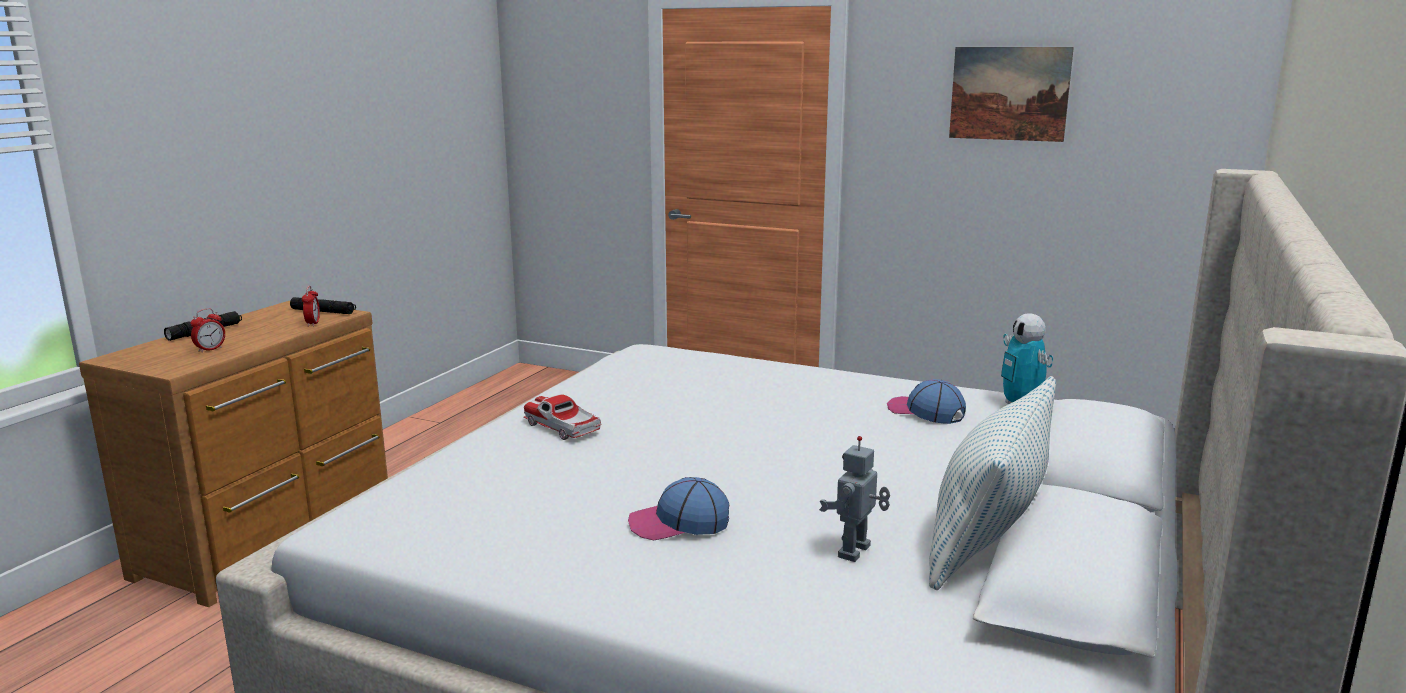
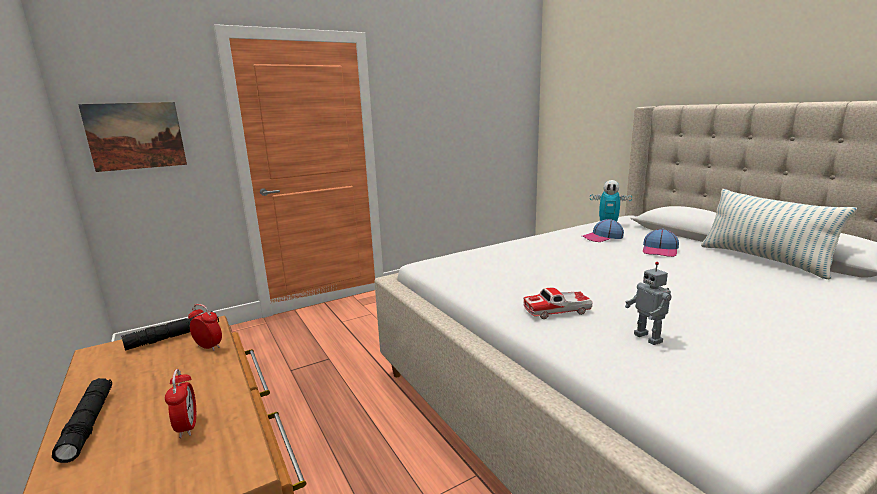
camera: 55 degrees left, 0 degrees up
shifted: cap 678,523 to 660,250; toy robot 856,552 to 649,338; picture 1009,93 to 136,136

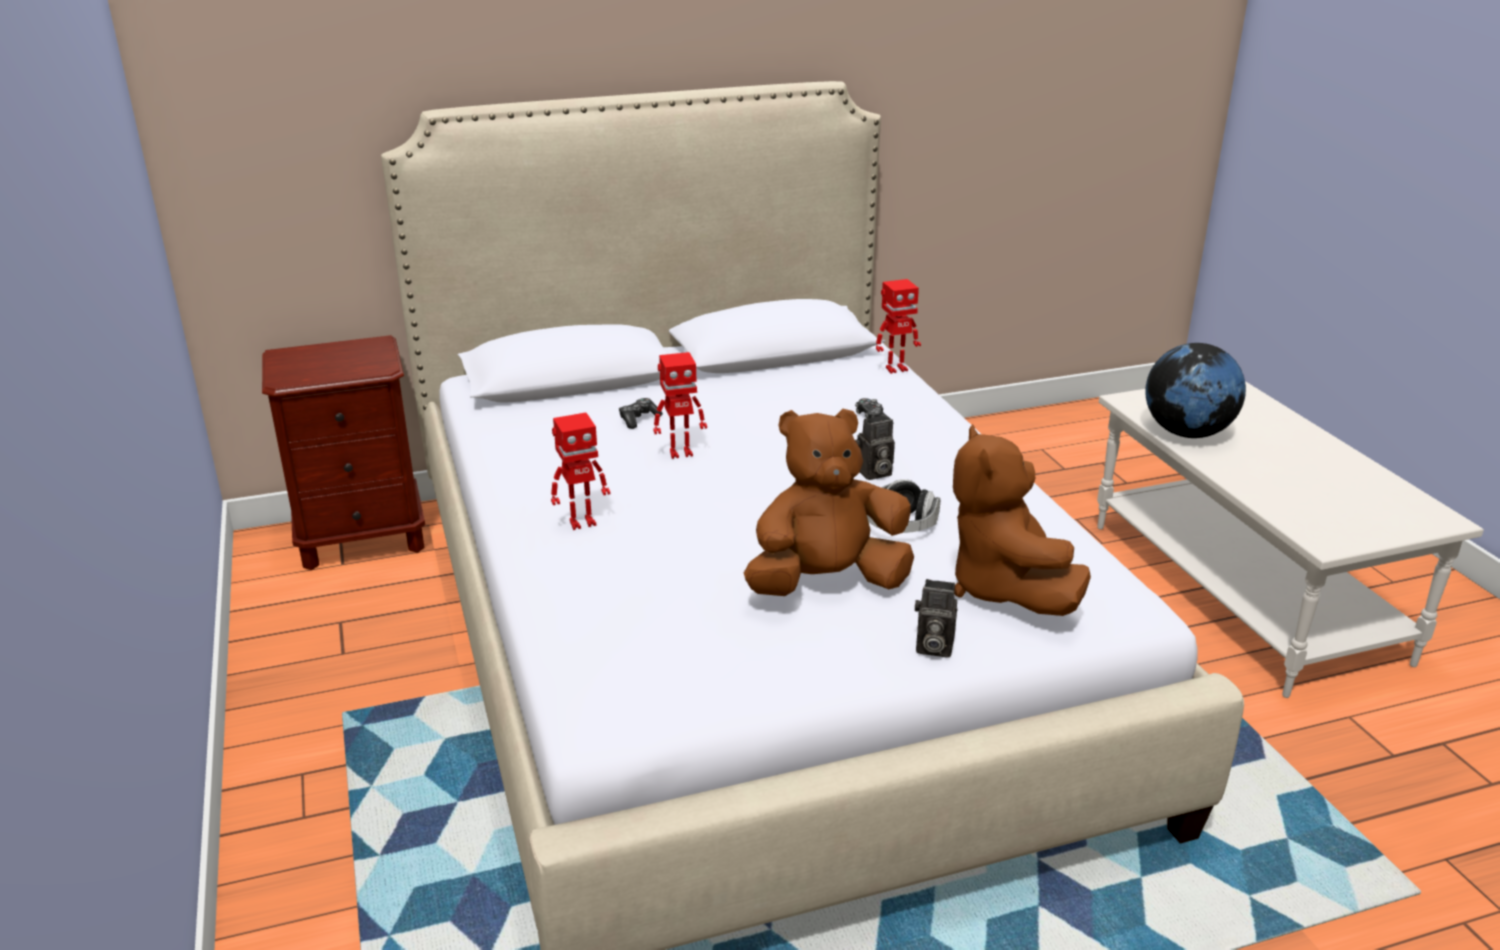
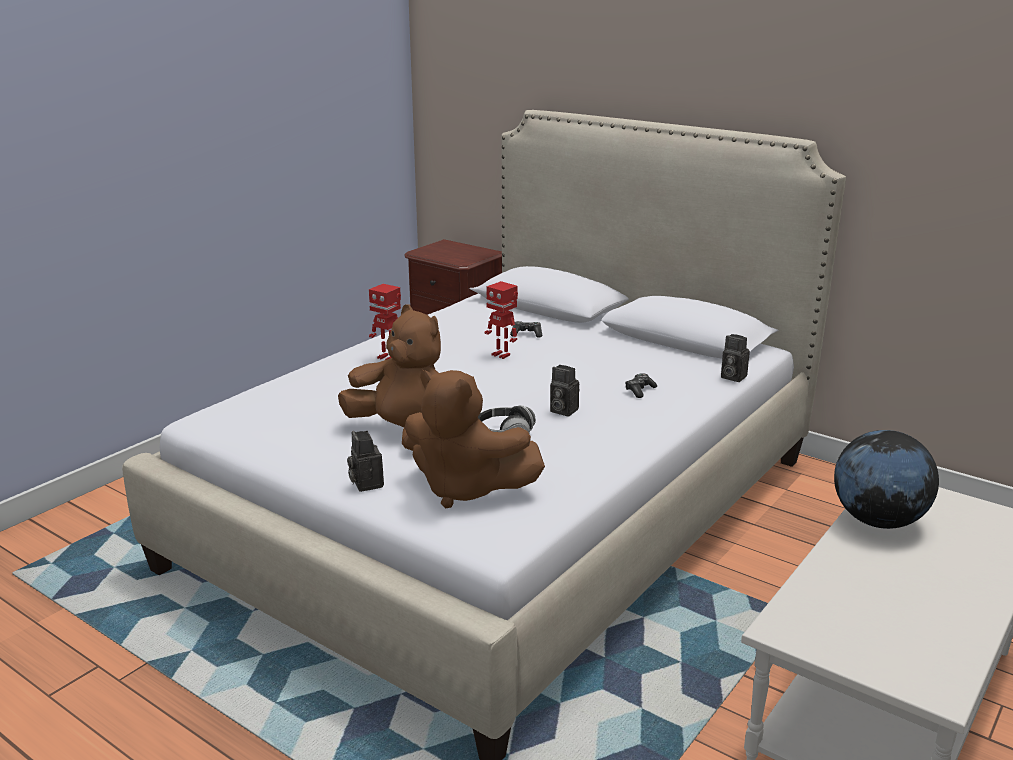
camera: 55 degrees right, 5 degrees down
swapped: toy robot 895,369 to photo camera 731,377
rotated: plush toy in brown 1004,589 = 466,489 105 degrees counterclockwise

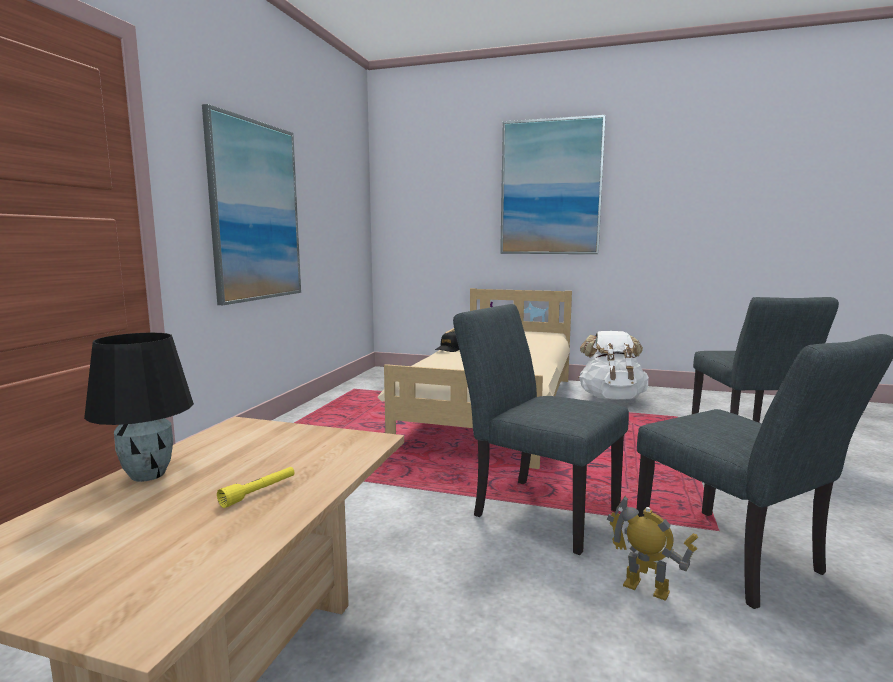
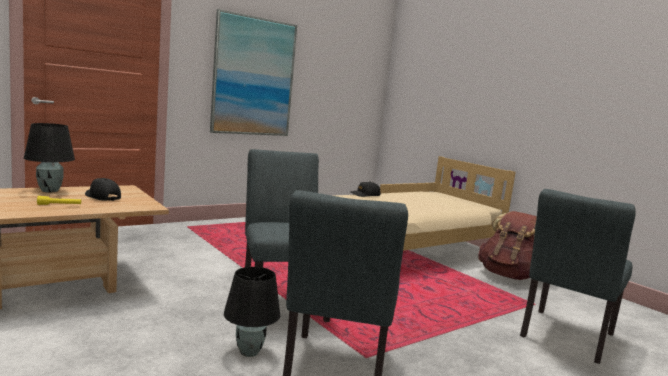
camera: 35 degrees right, 0 degrees up
gone: picture 550,187
new: cap in black 102,197
swapped: toy robot 646,588 to table lamp in black 248,352
repainted: backpack in white 611,398 to backpack in brown 508,276

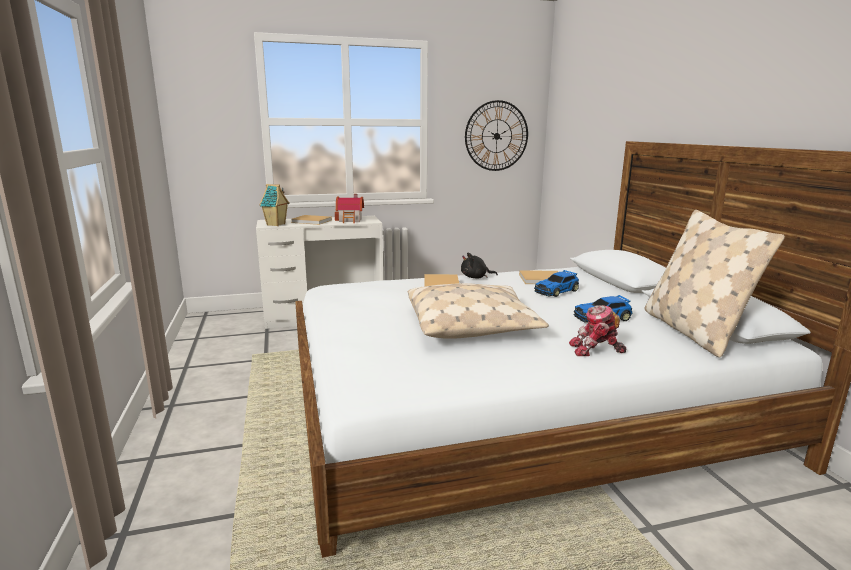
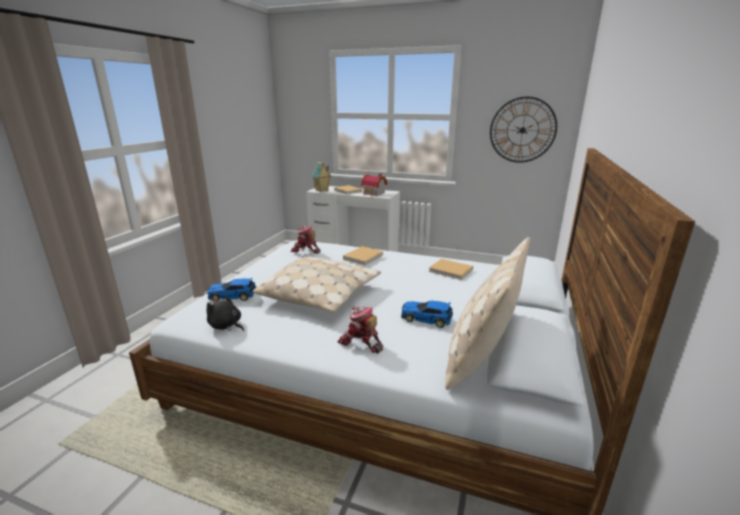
camera: 35 degrees right, 5 degrees up
new: toy robot 306,250
shifted: plush toy in black 475,277 to 226,326; toy car 557,291 to 233,296

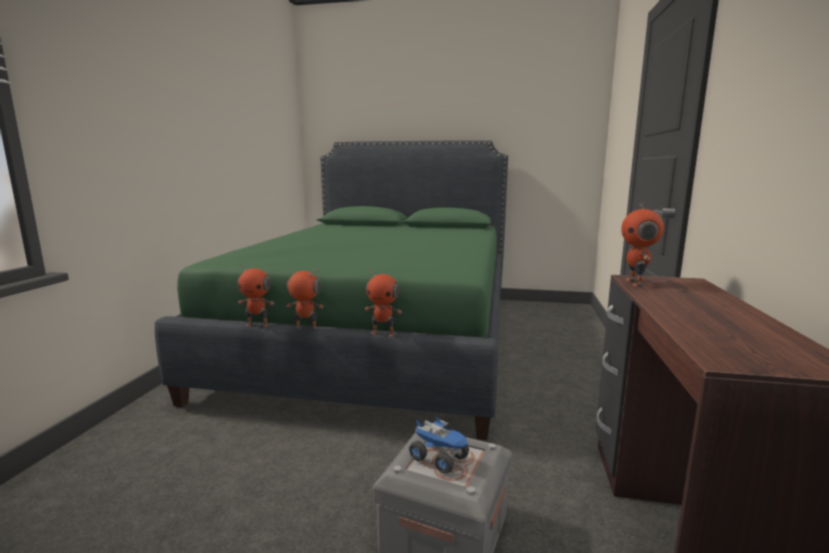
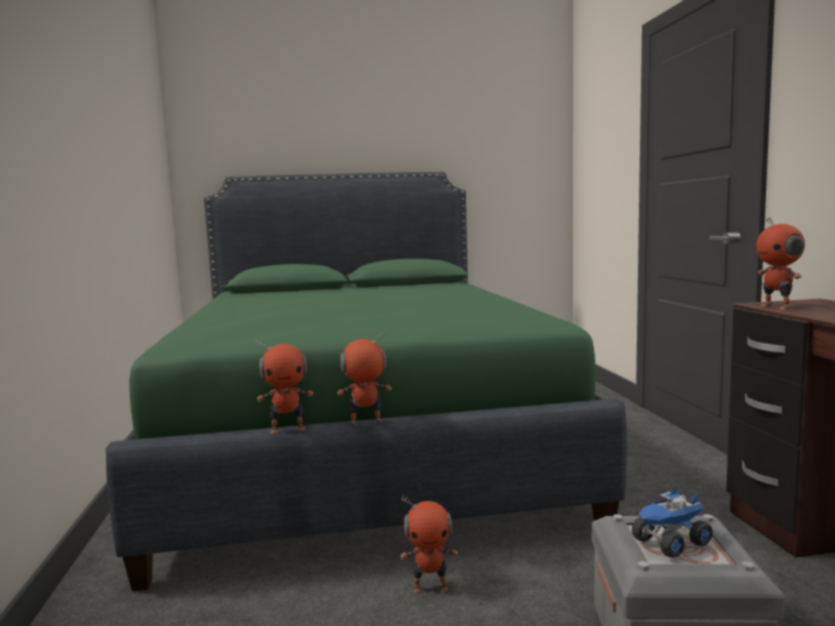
camera: 20 degrees left, 5 degrees down
shifted: toy robot 383,333 to 430,587
rotated: toy truck 440,458 = 671,543 135 degrees clockwise

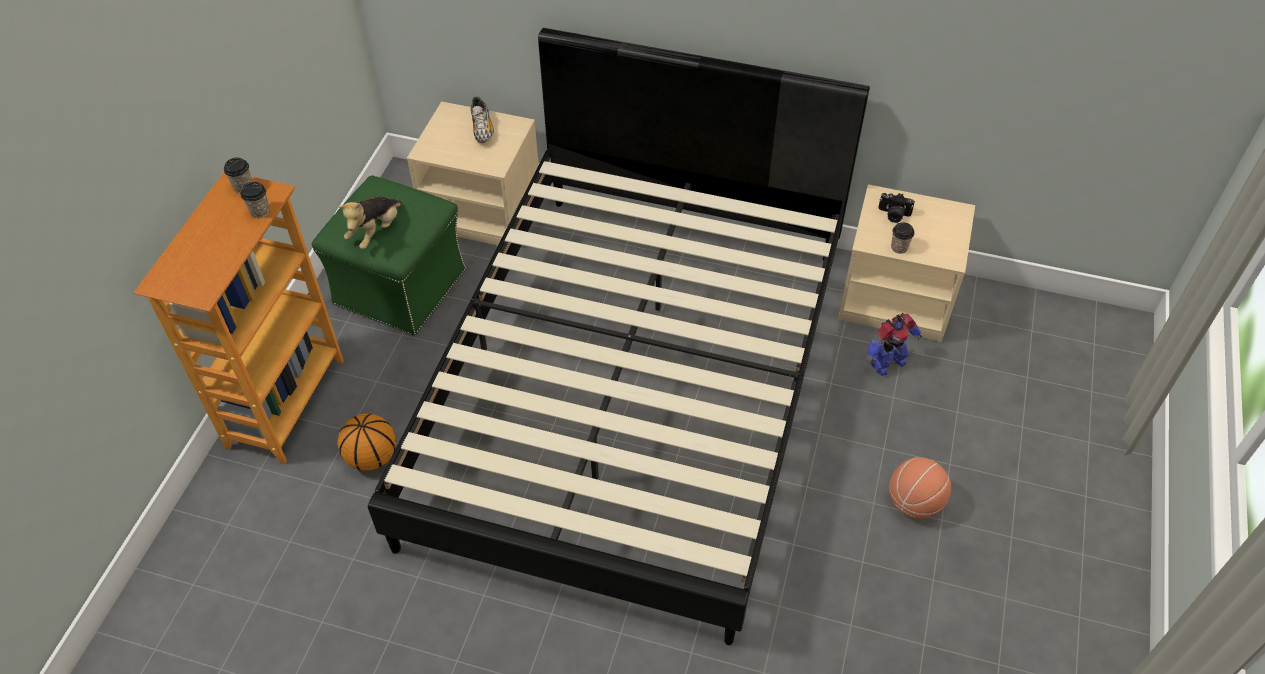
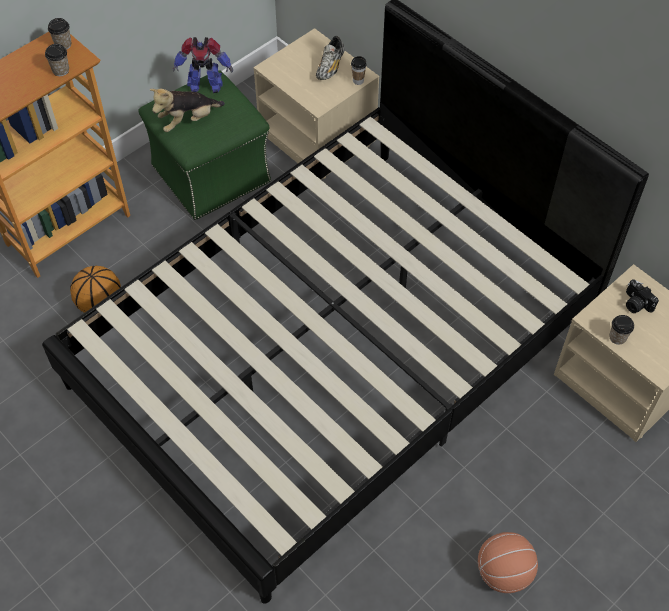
camera: 30 degrees right, 5 degrees up
new: cup 358,81
shifted: toy robot 886,363 to 205,85

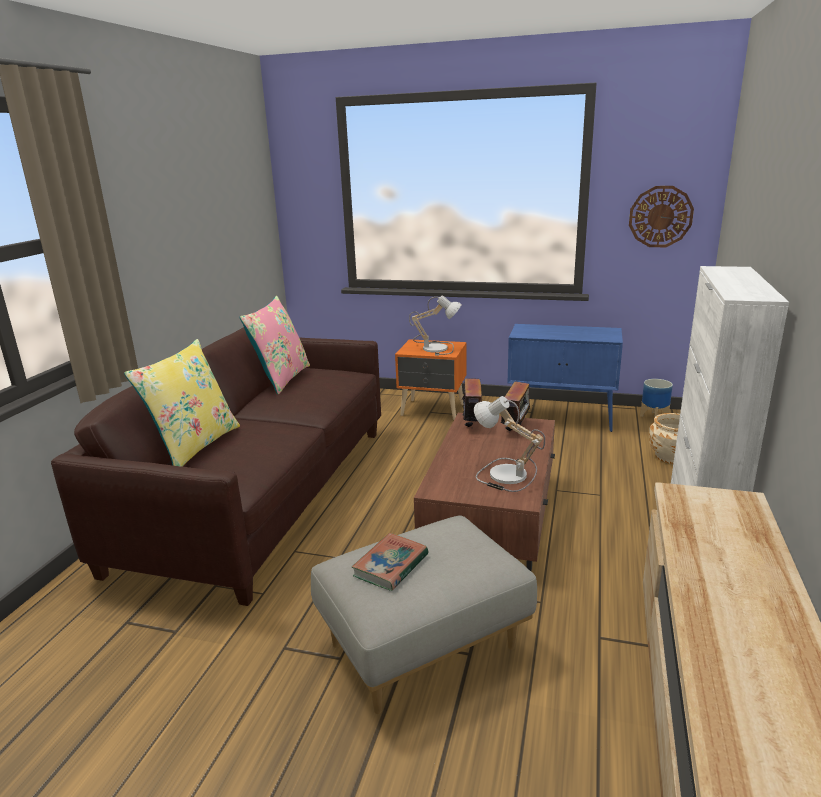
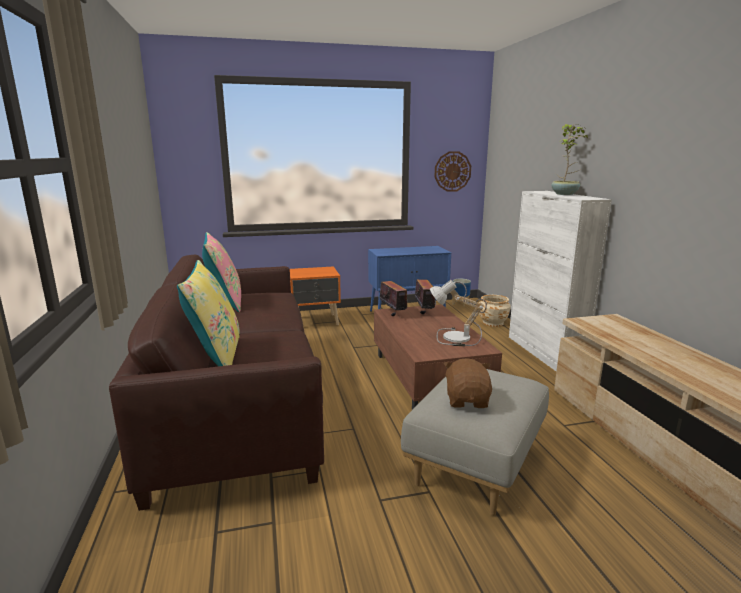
camera: 30 degrees left, 5 degrees down
gone: table lamp 437,347
new: potted plant 565,194
swapped: book 391,565 to plush toy in brown 467,400

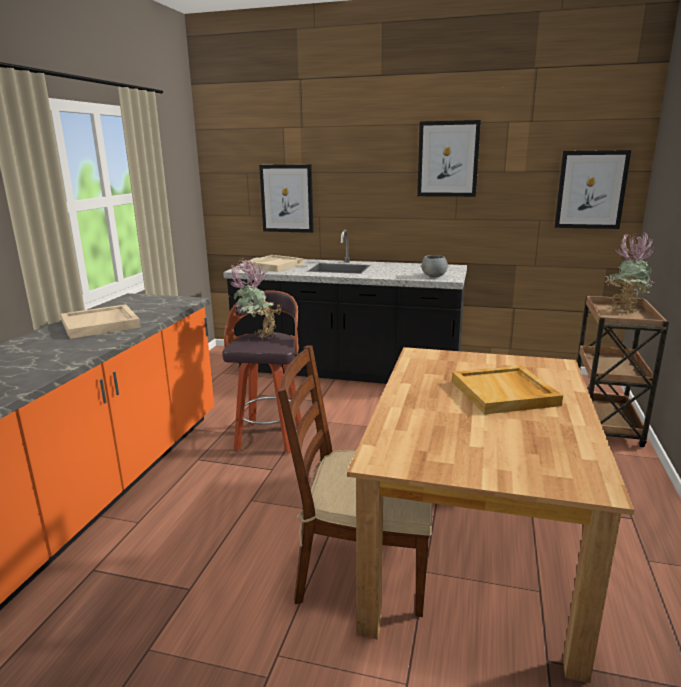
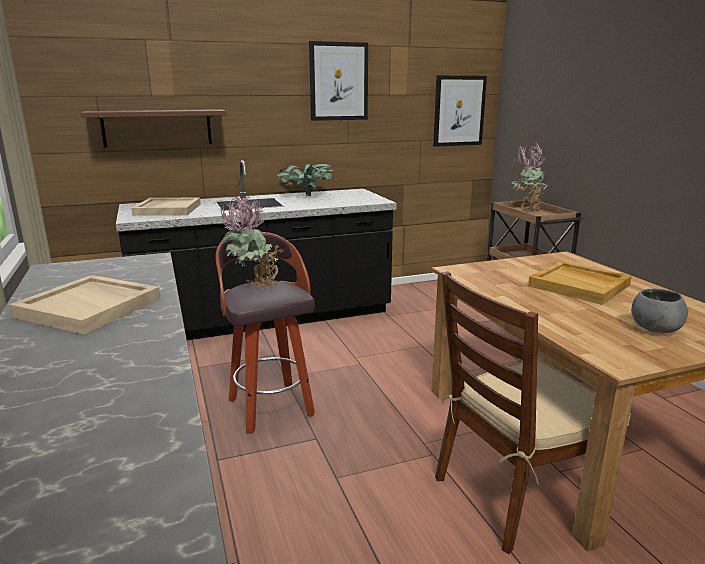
camera: 35 degrees left, 0 degrees up
new: potted plant 306,196
shifted: bowl in grey 434,276 to 655,329
swapped: picture 287,198 to shelf in brown 157,128

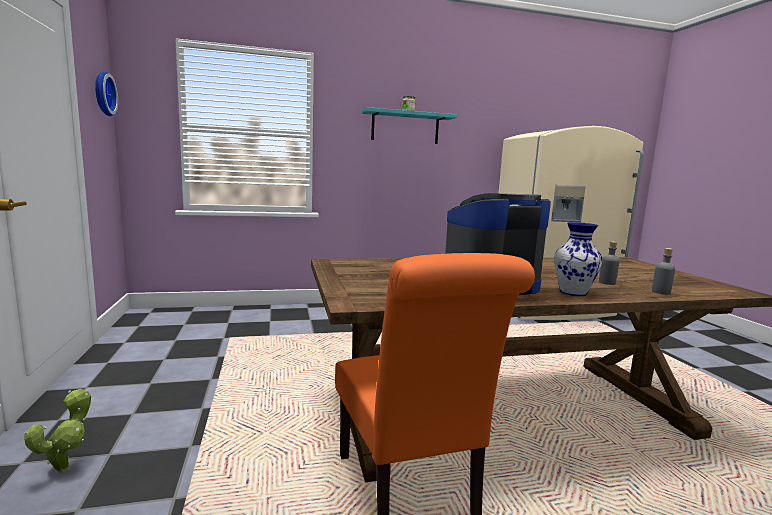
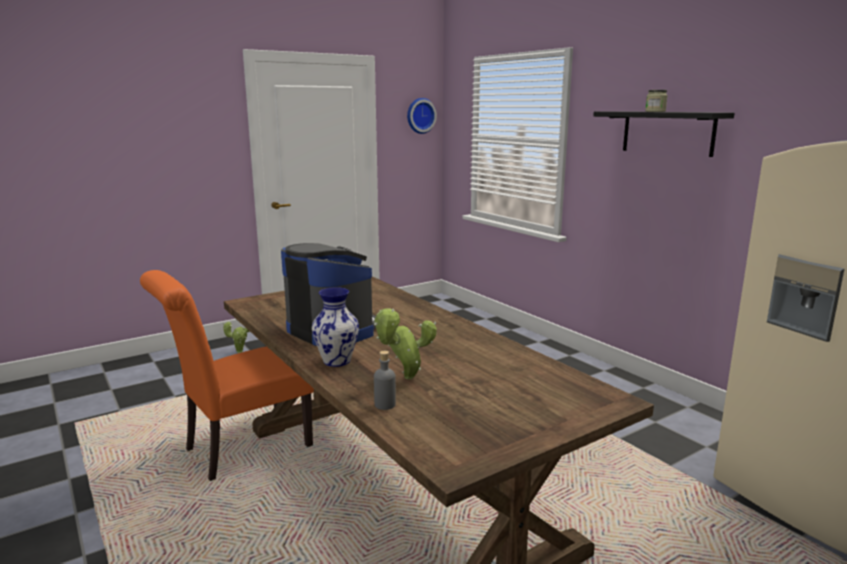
camera: 70 degrees right, 5 degrees up
swapped: bottle in grey 607,282 to potted plant 405,378
repainted: shelf in turquoise 405,127 to shelf in black 667,132

